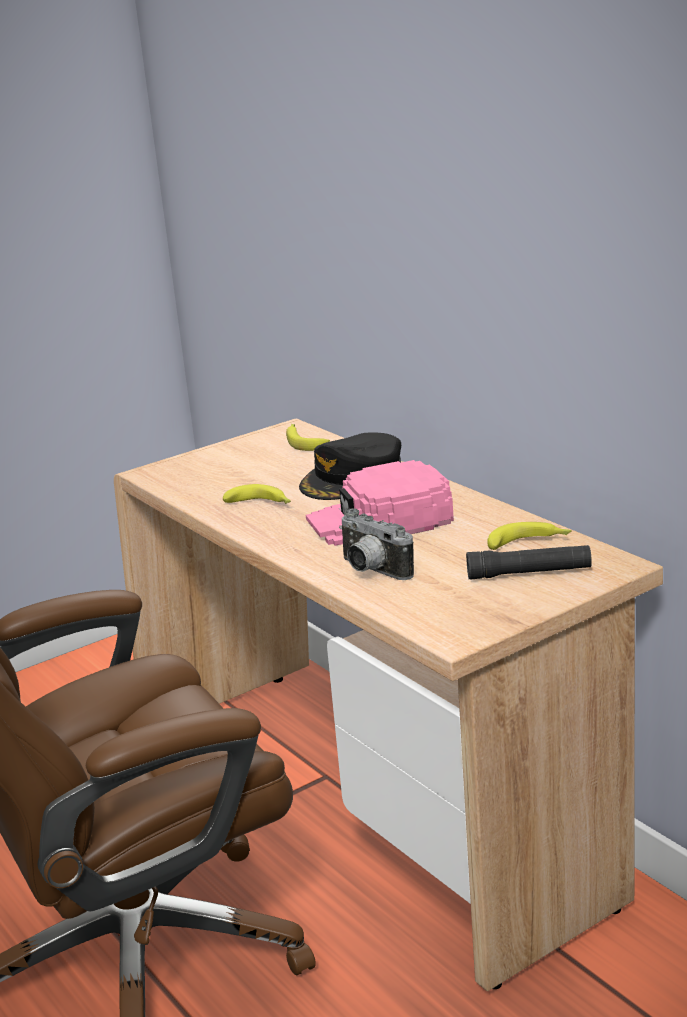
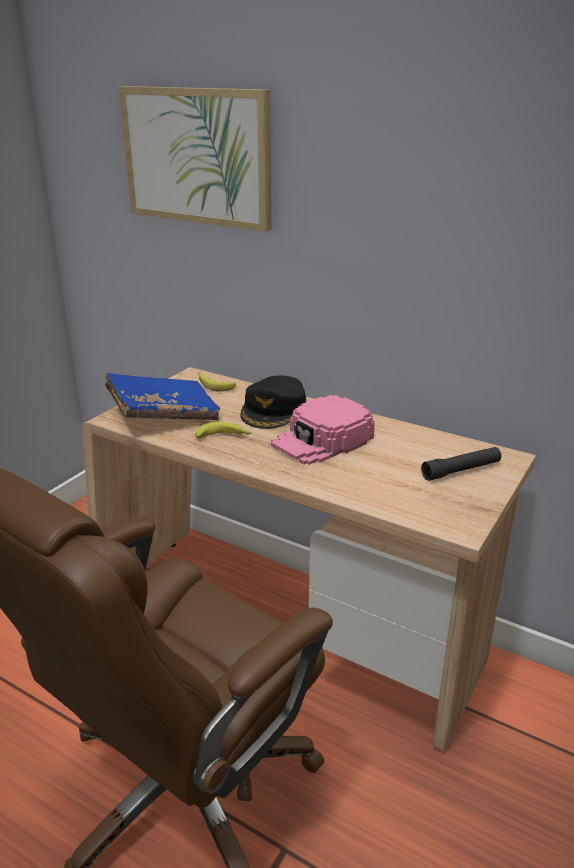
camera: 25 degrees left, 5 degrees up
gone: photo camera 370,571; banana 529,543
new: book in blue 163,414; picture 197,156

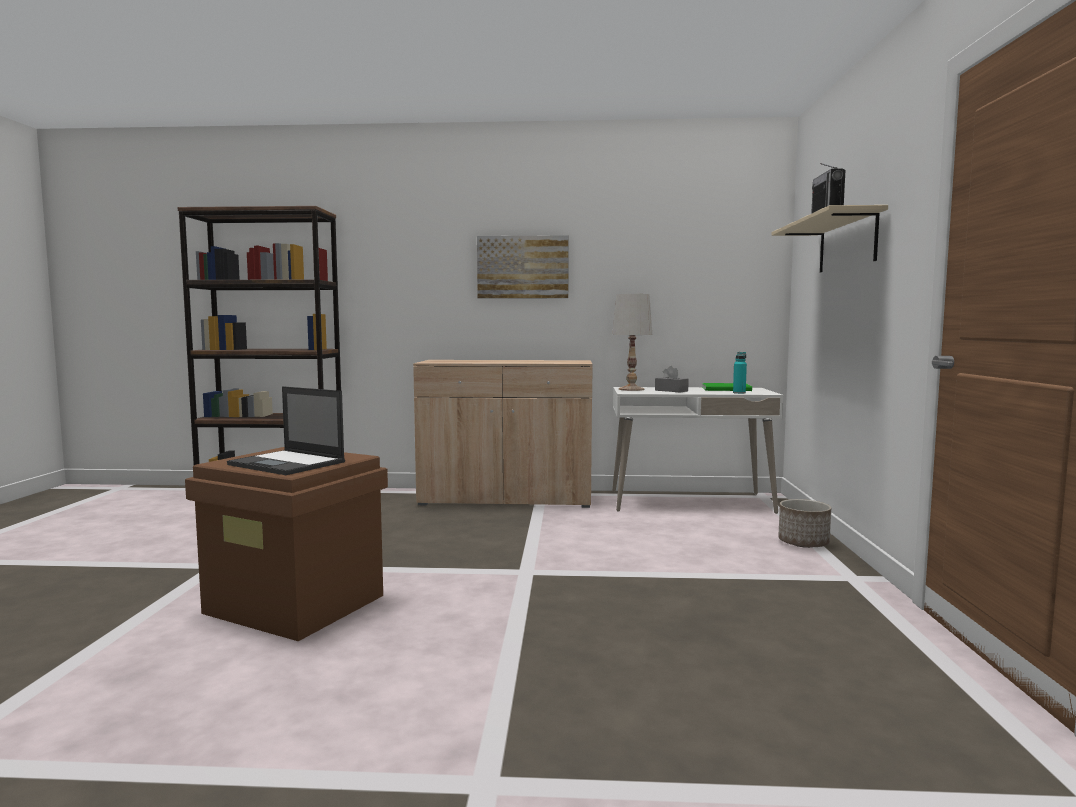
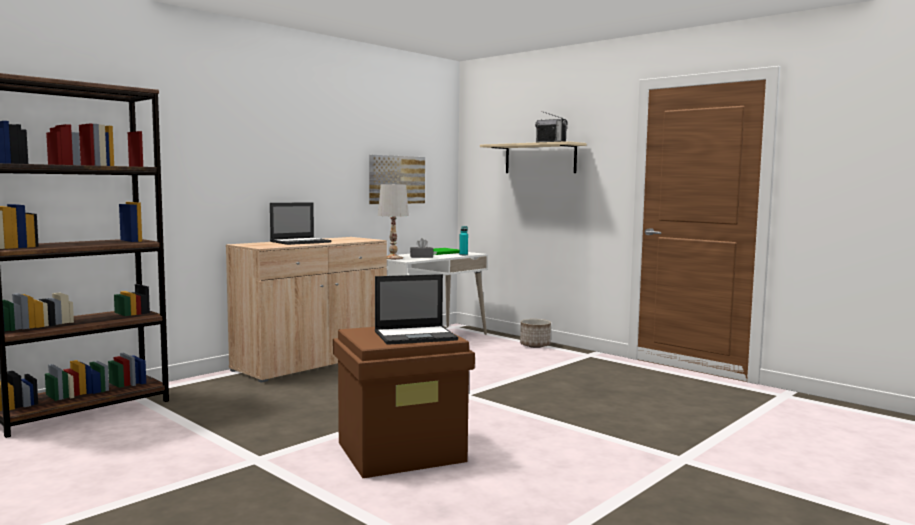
camera: 50 degrees left, 0 degrees up
new: laptop 301,242
shifted: picture 523,267 to 396,179

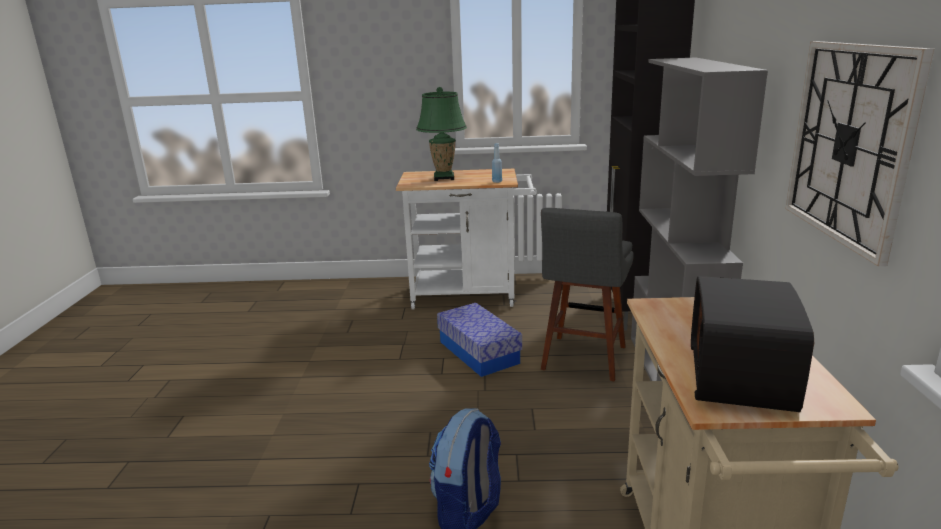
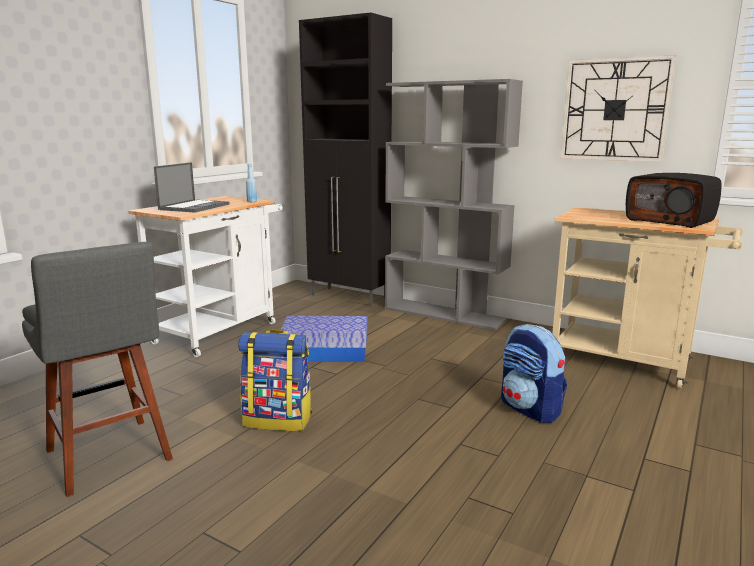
camera: 60 degrees left, 5 degrees down
new: backpack 278,420
shifted: stool in grey 583,360 to 110,458
swapped: table lamp in green 444,178 to laptop 195,207

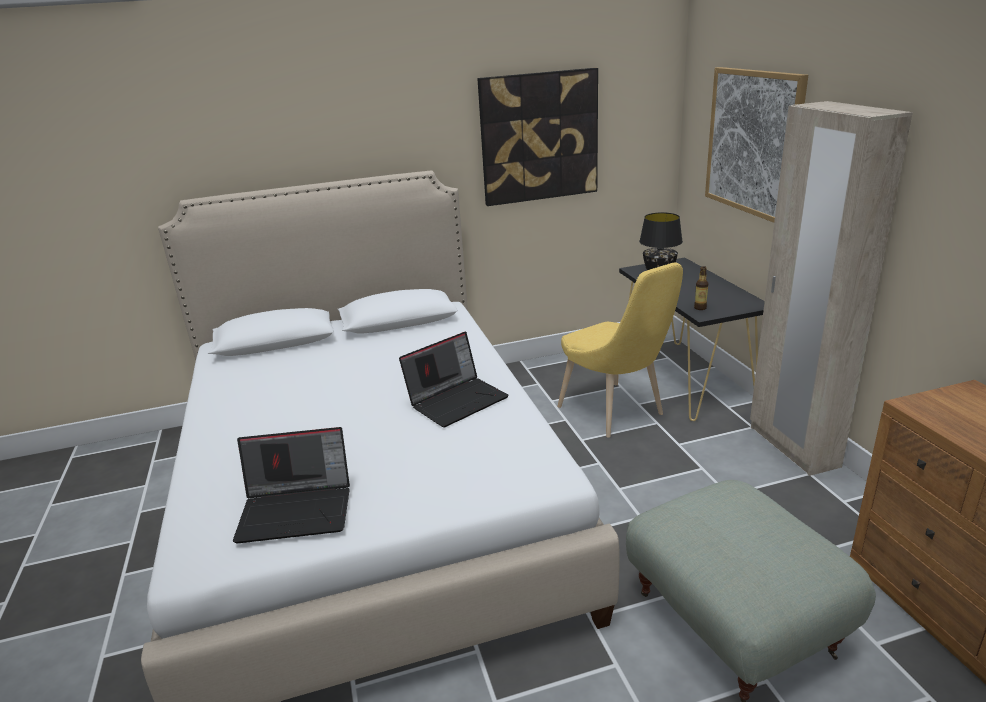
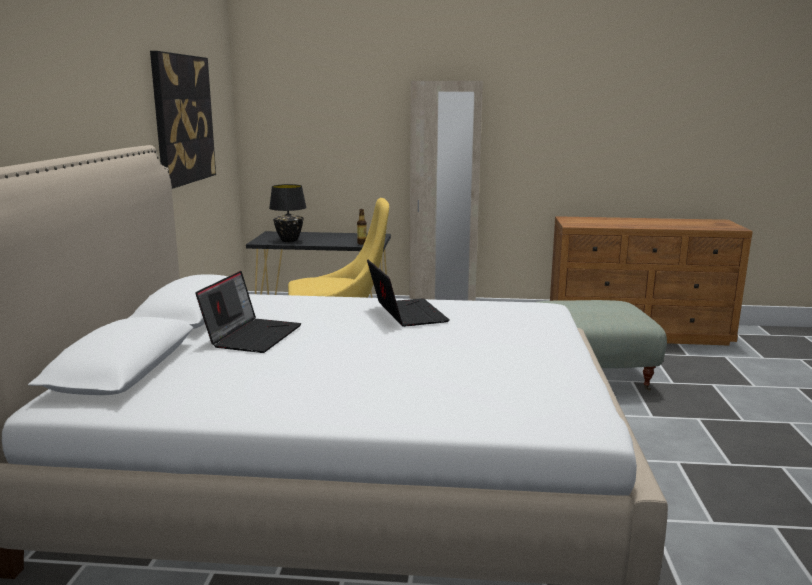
camera: 70 degrees left, 10 degrees down
gone: picture 753,142
shifted: laptop 298,509 to 252,335

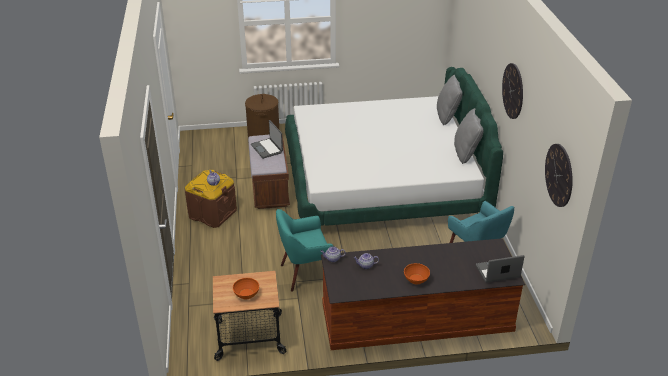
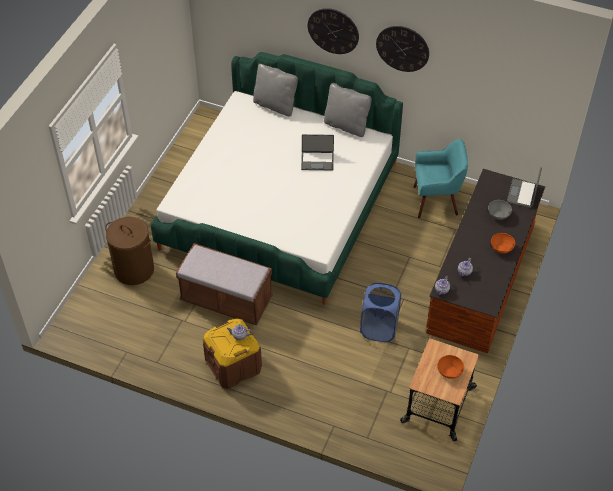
camera: 60 degrees left, 15 degrees up
new: bowl in grey 498,214
shifted: laptop 267,148 to 317,161; wall clock 559,175 to 333,31
swapped: armchair in turquoise 305,273 to laundry basket in blue 379,328

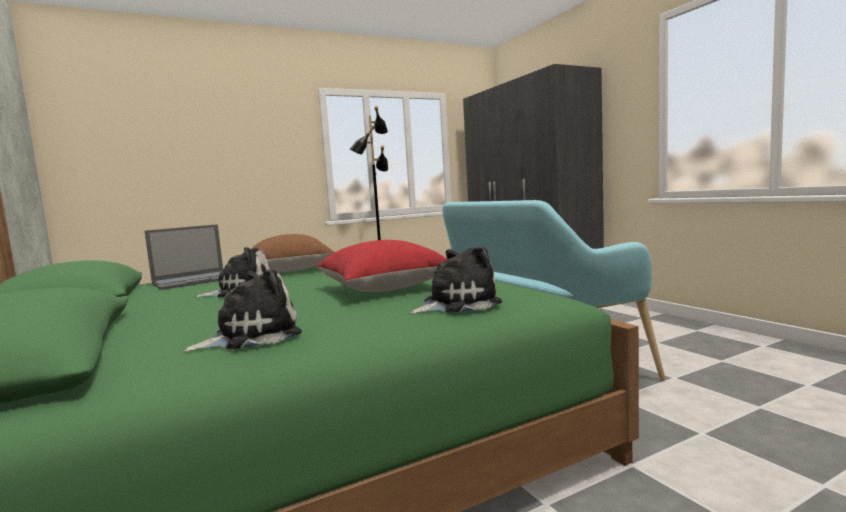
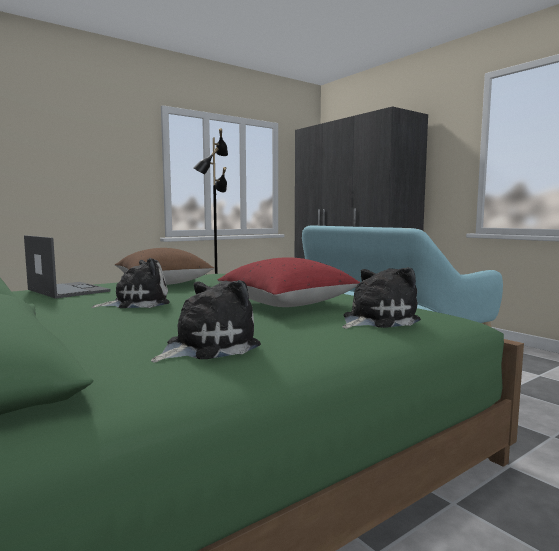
camera: 10 degrees left, 0 degrees up
rotated: laptop 195,280 = 67,290 90 degrees counterclockwise

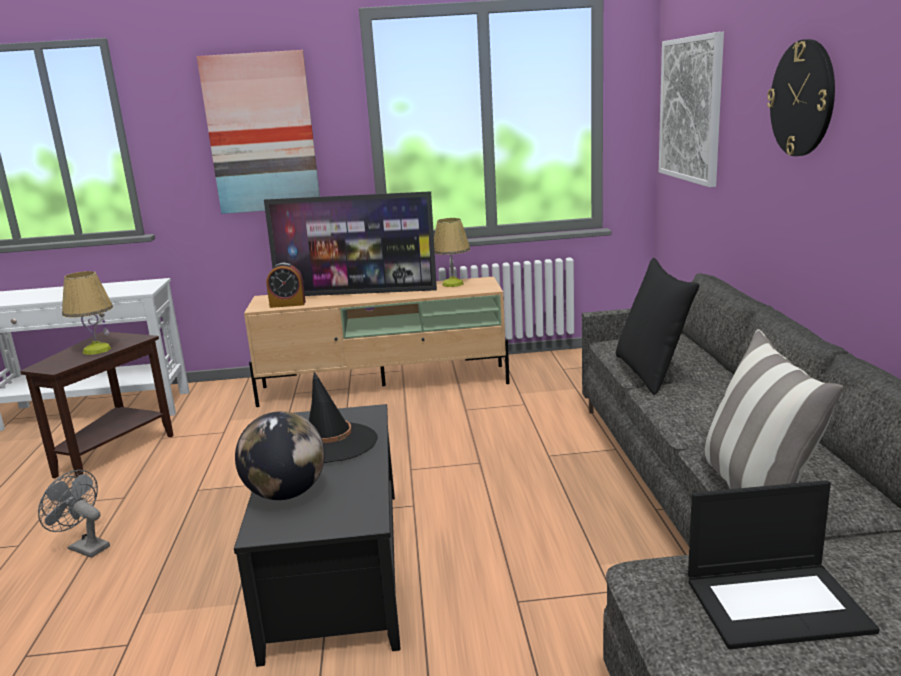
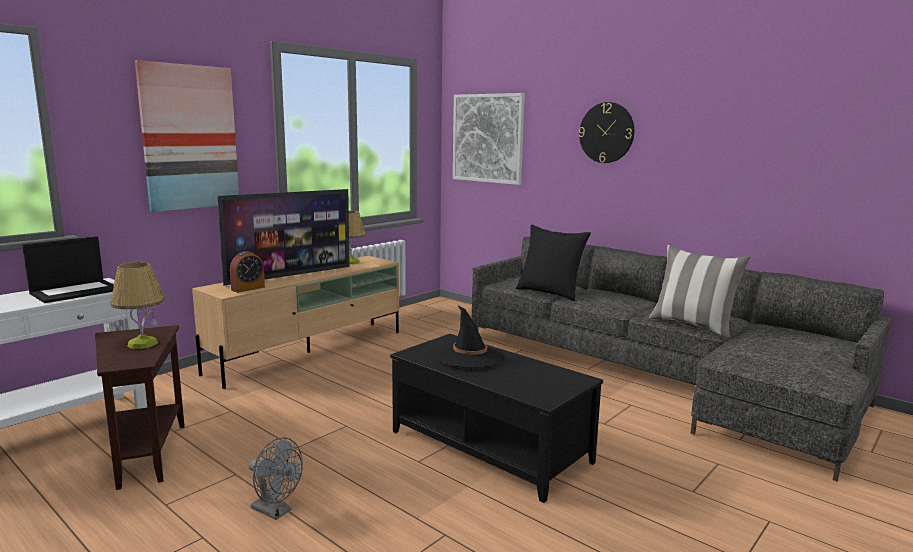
camera: 45 degrees left, 5 degrees down
gone: globe 286,494
shifted: laptop 777,603 to 76,291
rotated: fan in grey 84,547 = 276,511 135 degrees counterclockwise

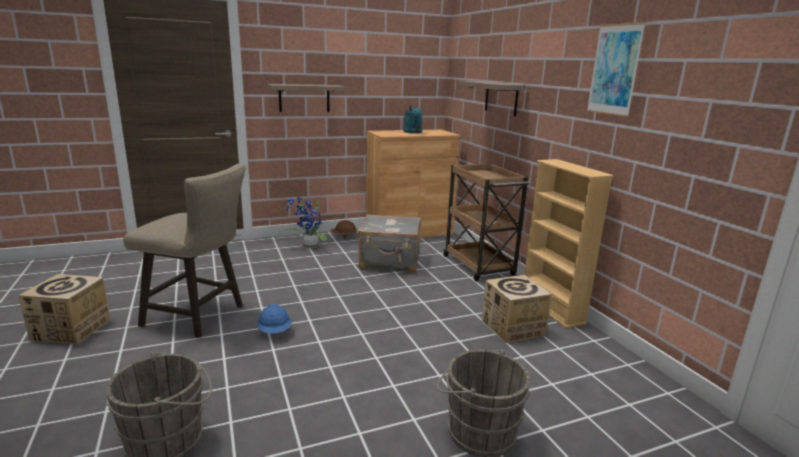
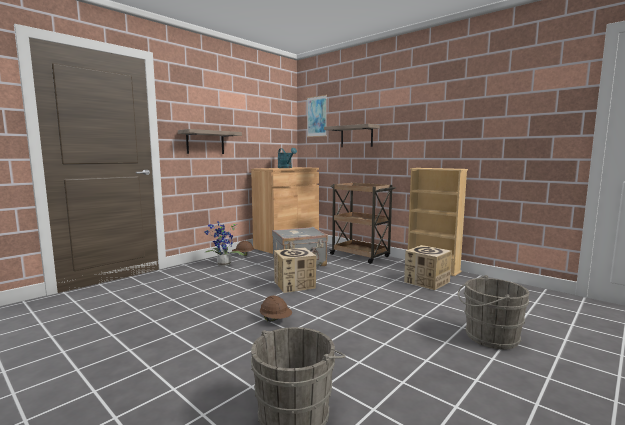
camera: 25 degrees left, 10 degrees down
gone: stool in beige 200,316
shifted: cardboard box 71,330 to 294,285; picture 614,70 to 317,116
repainted: hard hat in blue 275,332 to hard hat in brown 276,320

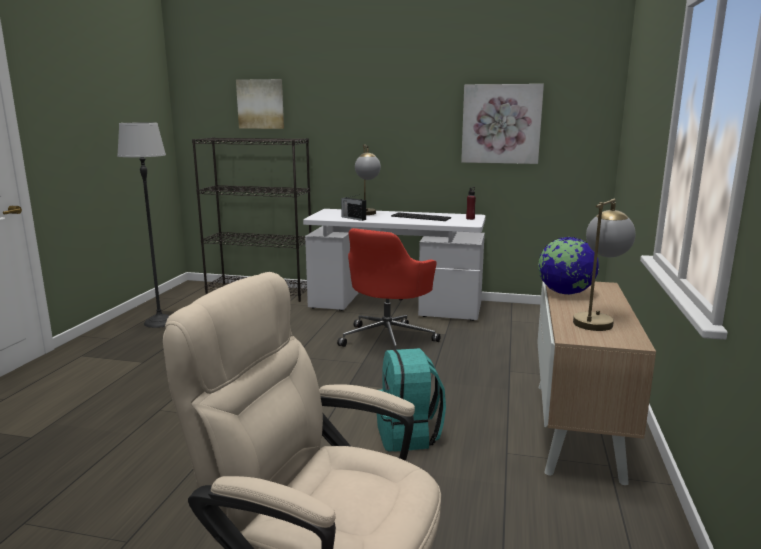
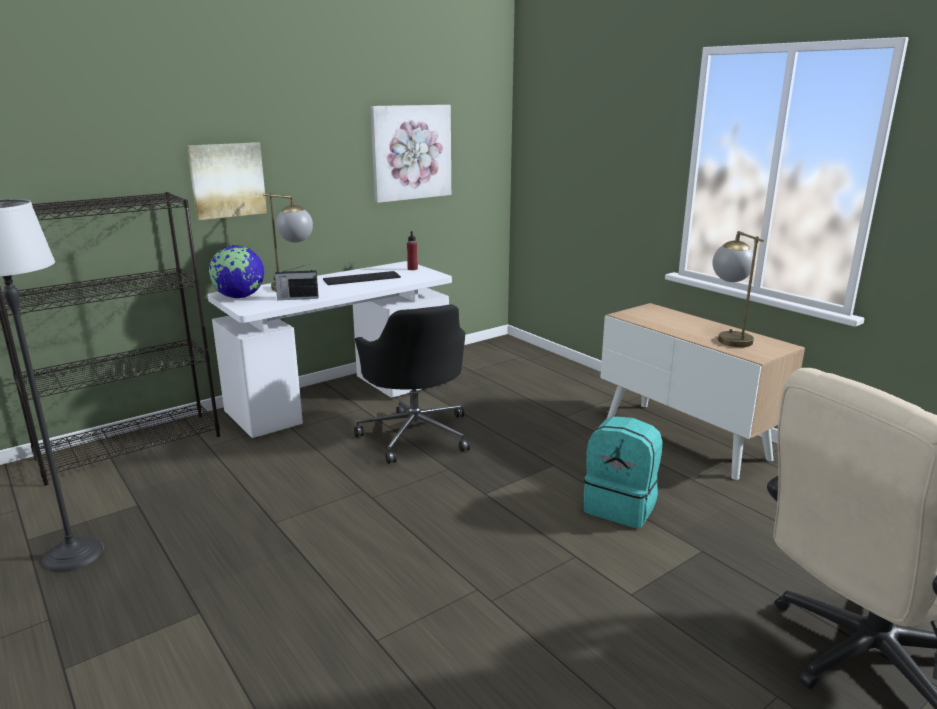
camera: 50 degrees left, 5 degrees up
shifted: picture 261,104 to 227,180; globe 565,293 to 239,297
repainted: office chair in red 388,339 to office chair in black 415,434

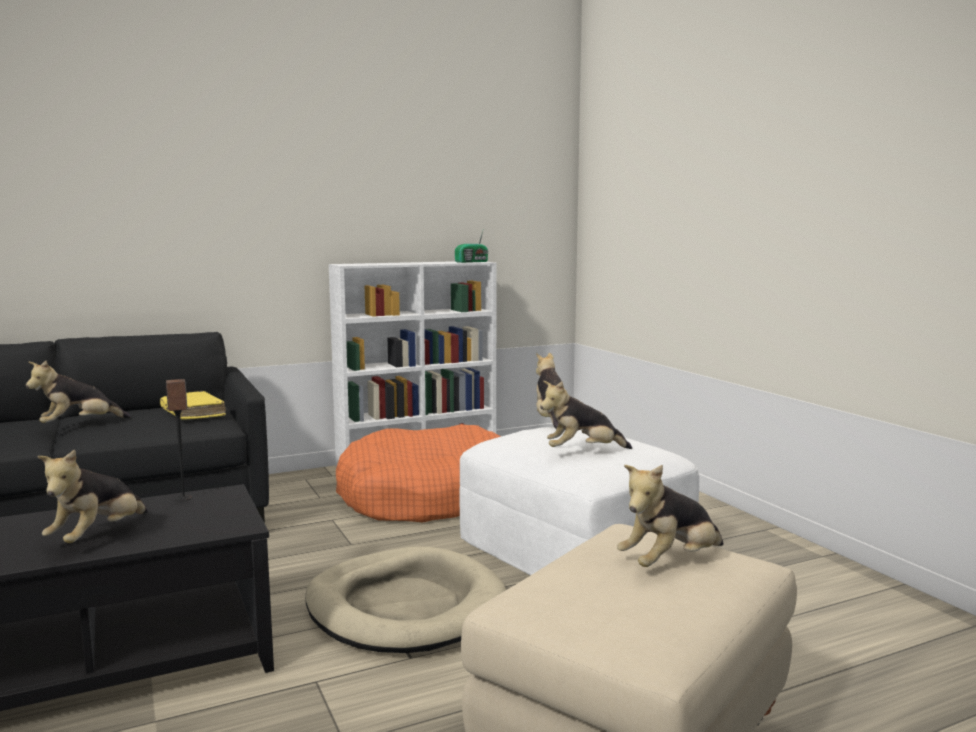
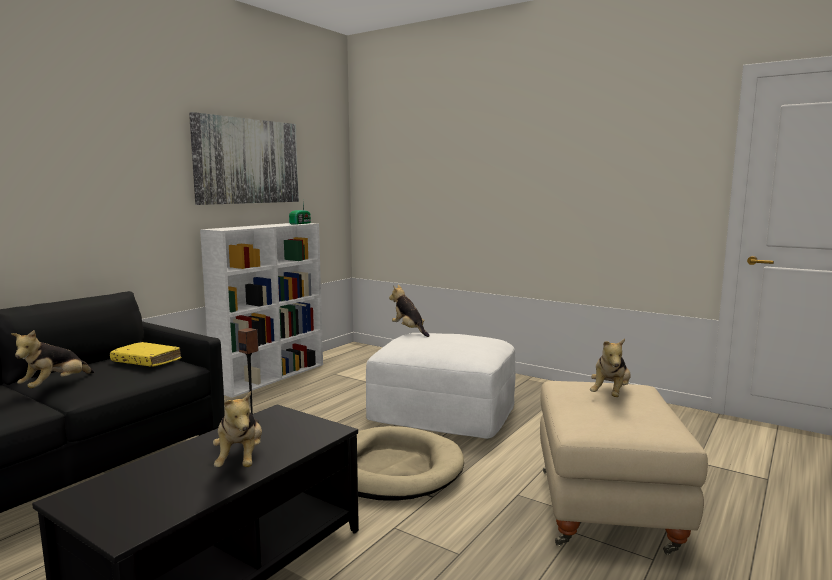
camera: 30 degrees left, 0 degrees up
gone: dog bed in orange 428,497; plush toy 582,452
new: picture 247,161

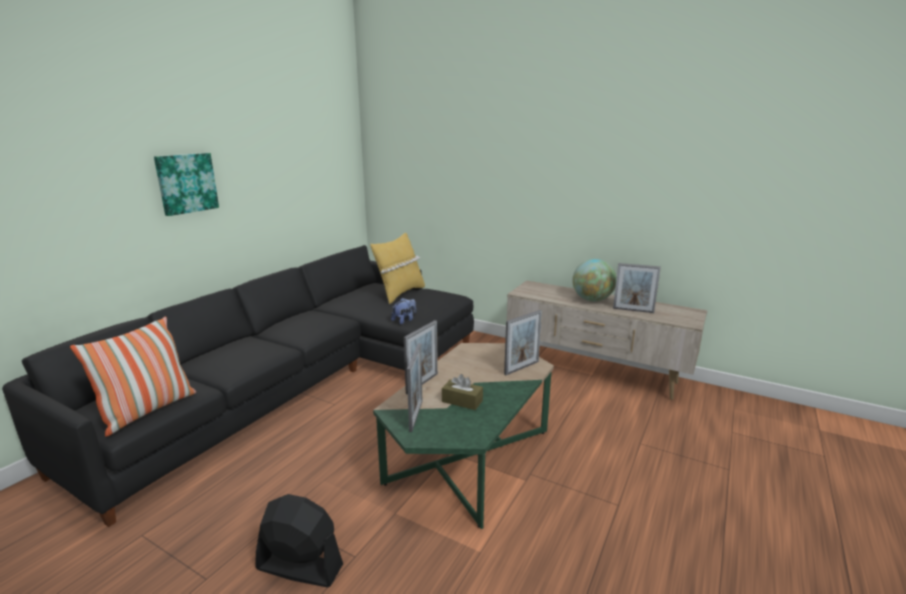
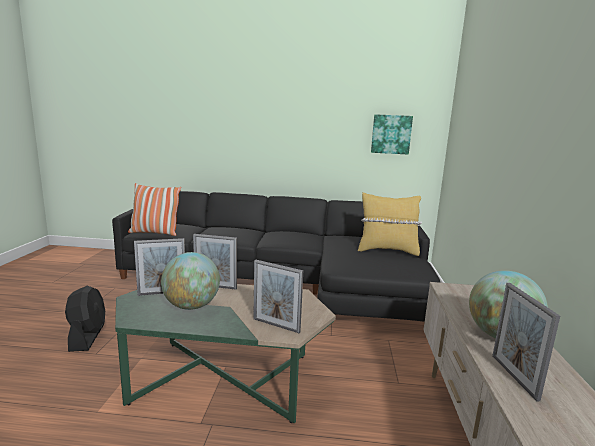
camera: 65 degrees right, 5 degrees down
gone: plush toy 404,320
shifted: picture 186,183 to 391,134
swapped: tissue box in brown 462,401 to globe 191,306

